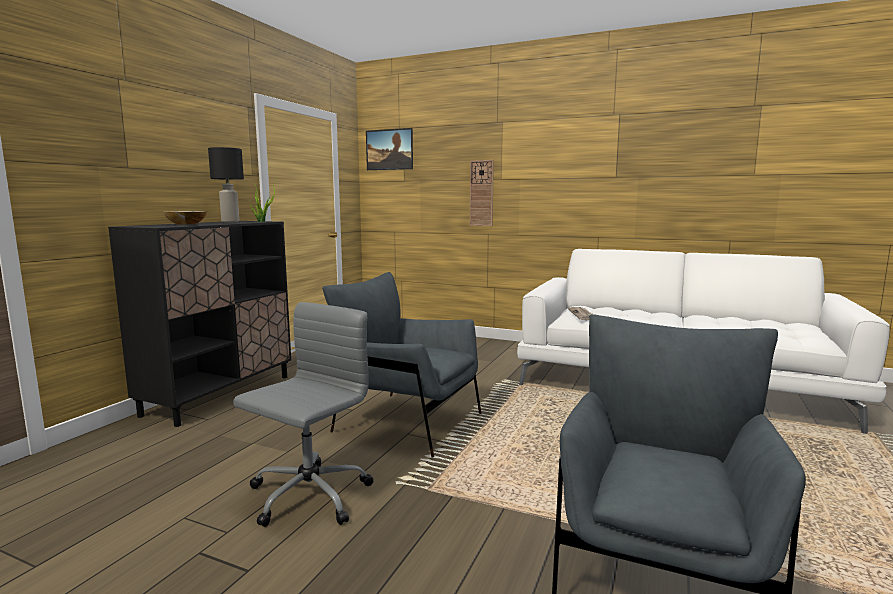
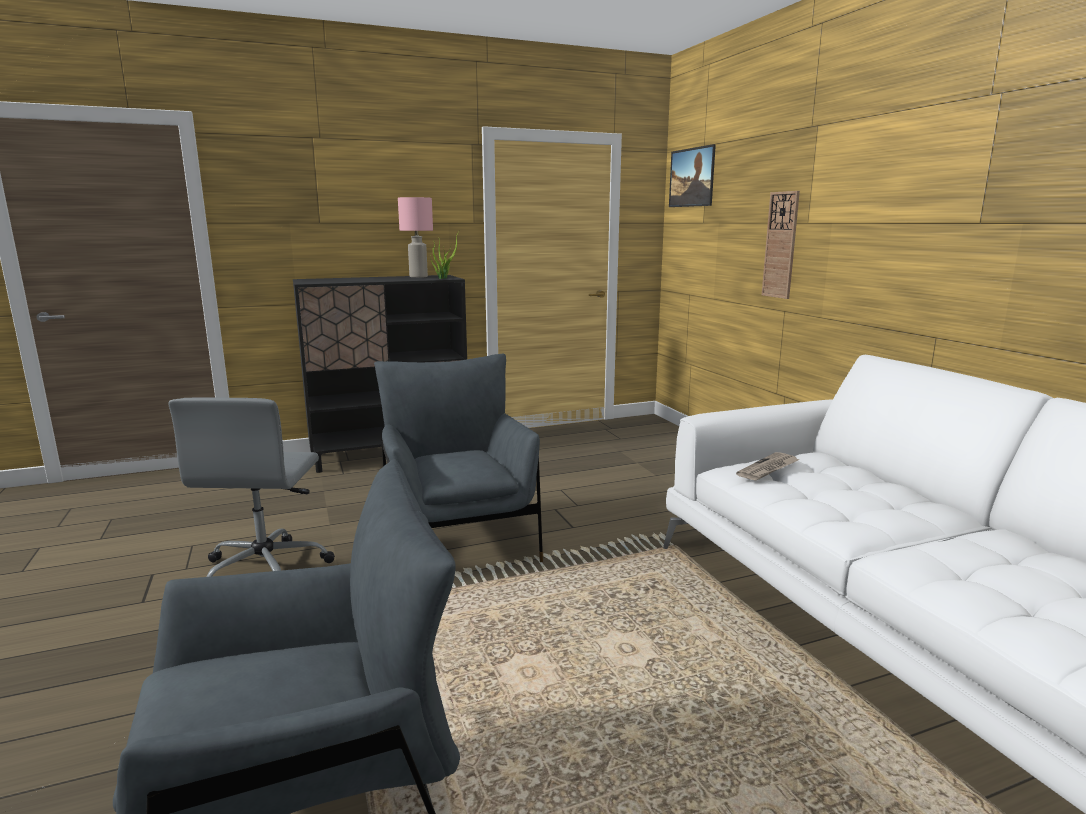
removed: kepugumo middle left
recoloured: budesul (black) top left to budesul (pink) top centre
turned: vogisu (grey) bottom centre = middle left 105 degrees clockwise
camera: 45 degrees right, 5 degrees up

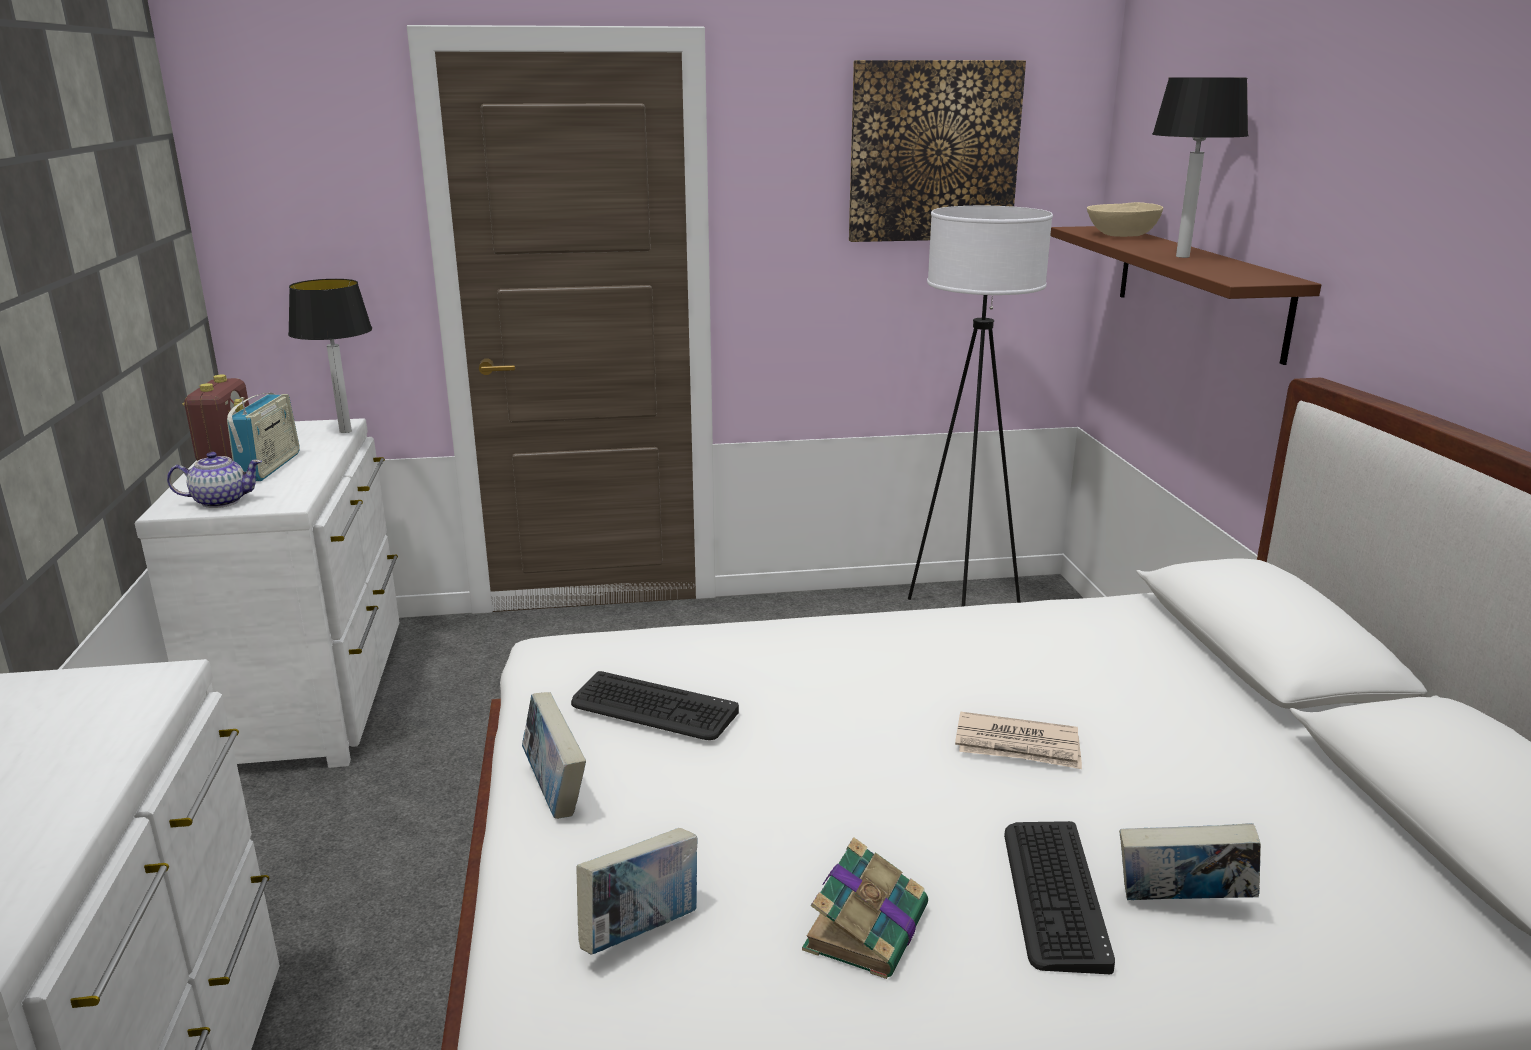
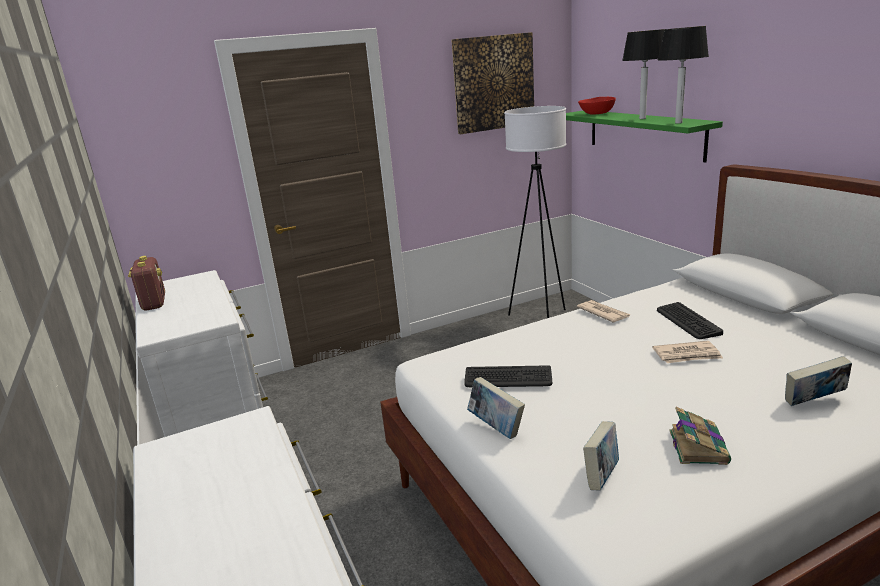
removed: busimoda (2nd from left) middle left; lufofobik middle left
added: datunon (1st from left) middle right
moved: budesul (1st from left in the first image) middle left to budesul (2nd from left) top right; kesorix (2nd from left) bottom right to middle right
recoloured: kepugumo (beige) top right to kepugumo (red) top right; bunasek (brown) top right to bunasek (green) top right
camera: 15 degrees left, 0 degrees up

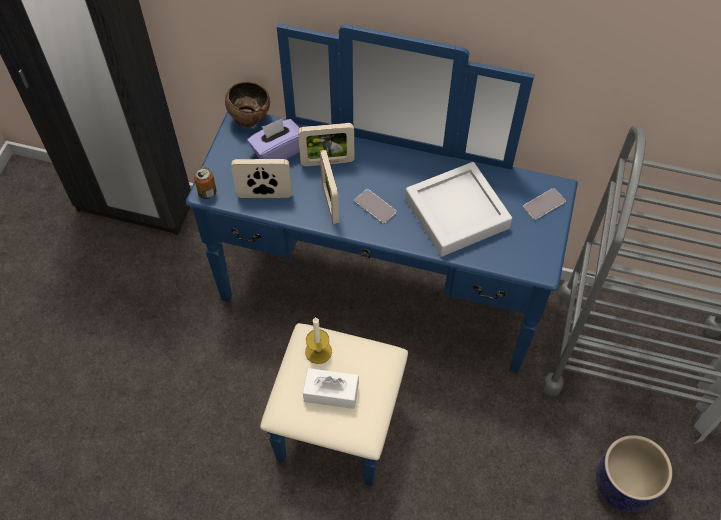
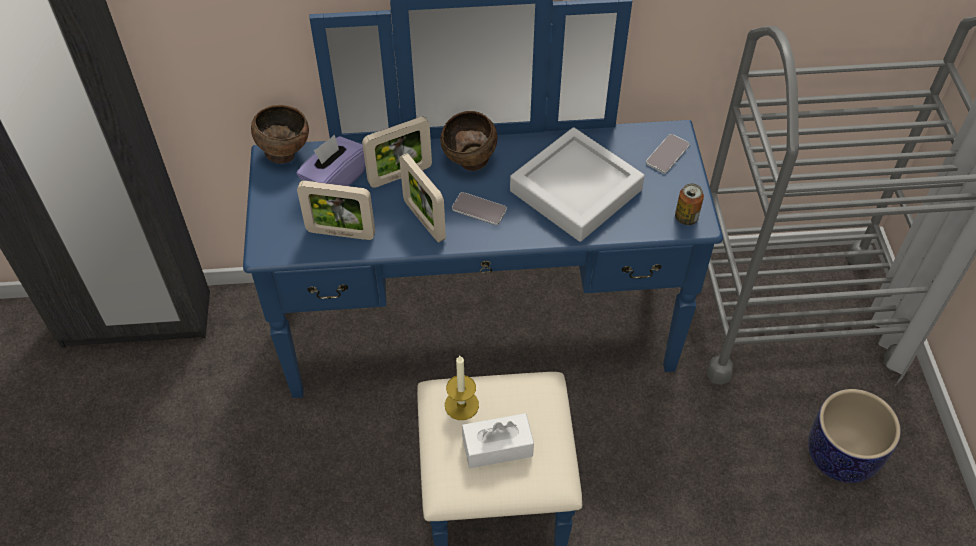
added: kepugumo (brown) (2nd from left) top centre
moved: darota middle left to middle right
turned: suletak (1st from left) centre = centre 150 degrees counterclockwise
camera: 20 degrees left, 5 degrees down

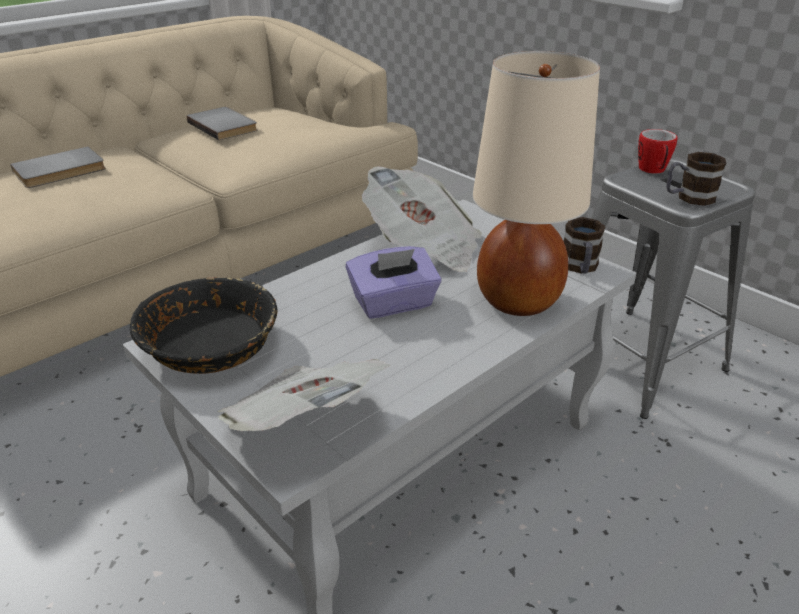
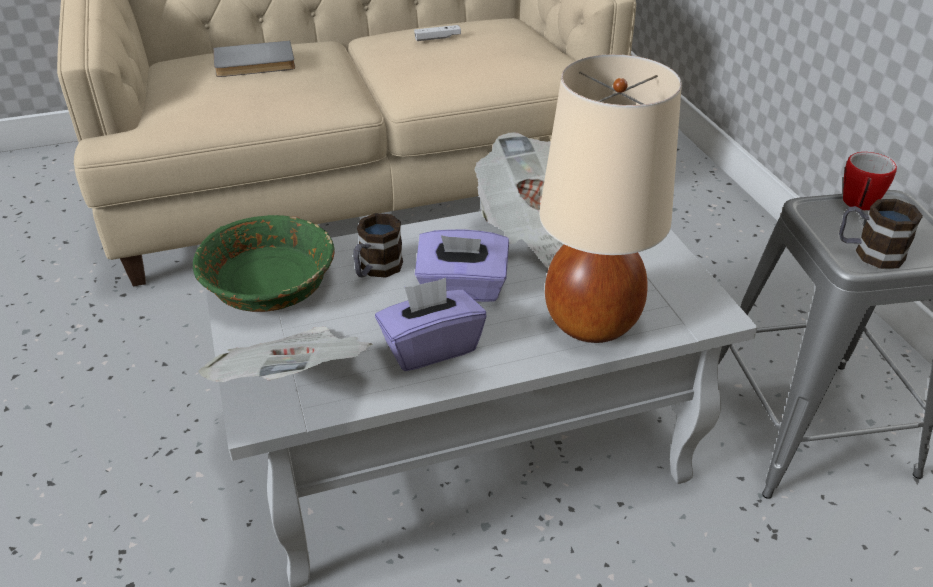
added: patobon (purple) (1st from left) centre
moved: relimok (1st from left) middle right to centre
replaced: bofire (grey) (2nd from left) top left to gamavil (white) top centre
recoloured: kepugumo (black) middle left to kepugumo (green) middle left
camera: 25 degrees right, 5 degrees up

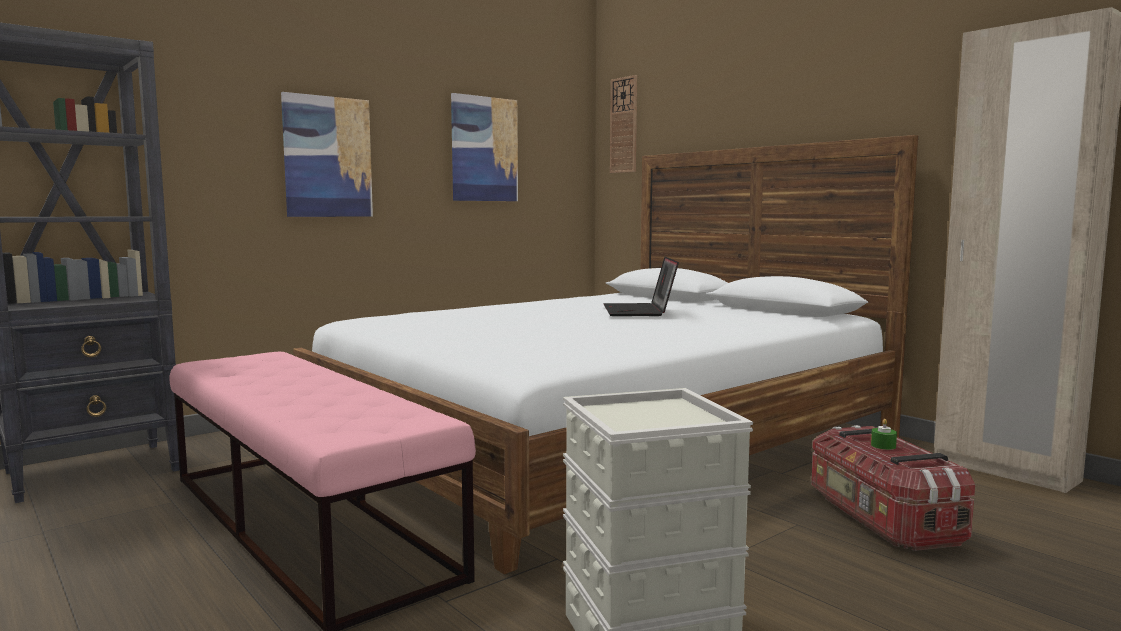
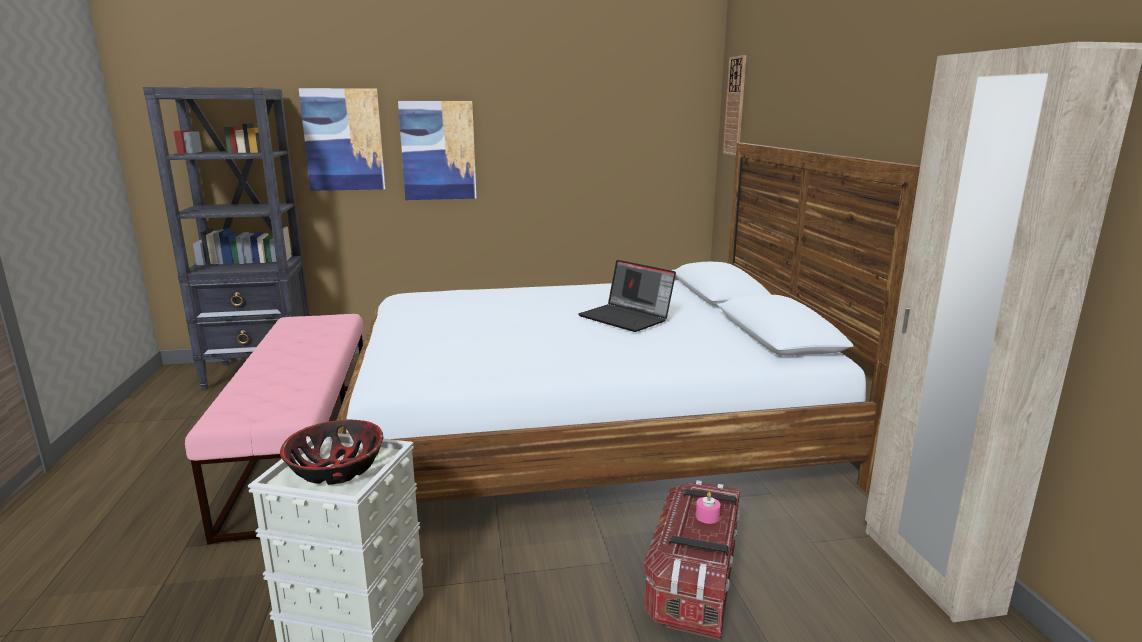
added: kepugumo bottom left
moved: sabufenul (2nd from left in the first image) top centre to sabufenul (1st from left) top left
recoloured: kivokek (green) bottom right to kivokek (pink) bottom centre
turned: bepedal centre = centre 75 degrees counterclockwise
camera: 30 degrees right, 10 degrees up

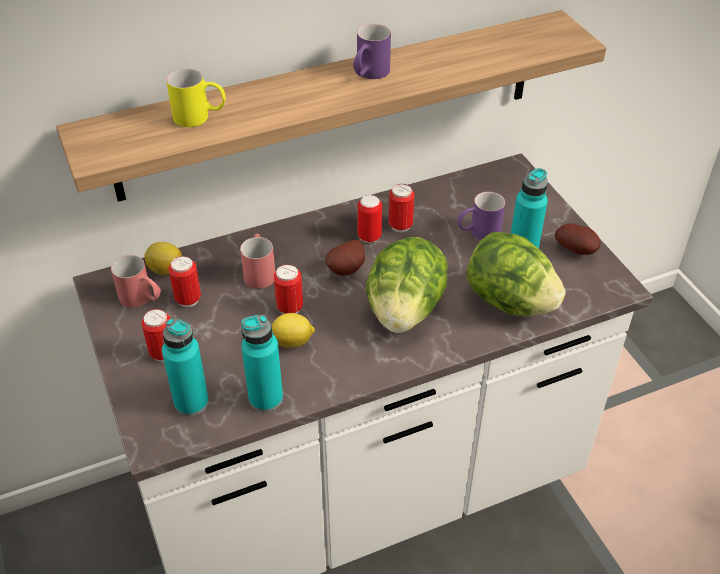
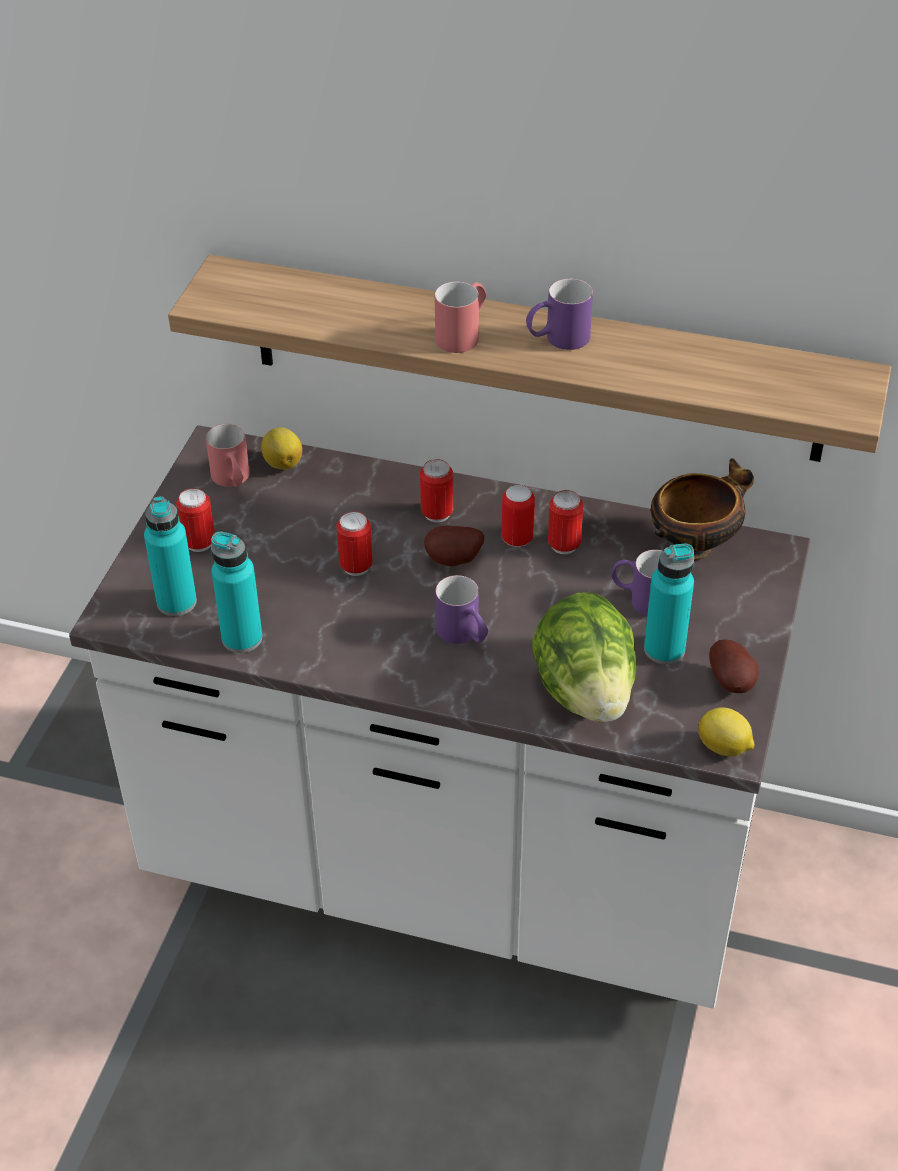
removed: relimok (yellow) top left
added: kepugumo middle right
moved: relimok (red) (2nd from left) centre to top centre; darota (2nd from left in the first image) middle left to darota (3rd from left) centre; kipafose (2nd from left) centre to middle right
replaced: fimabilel (1st from left) centre to relimok (purple) (1st from left) centre
camera: 40 degrees right, 0 degrees up

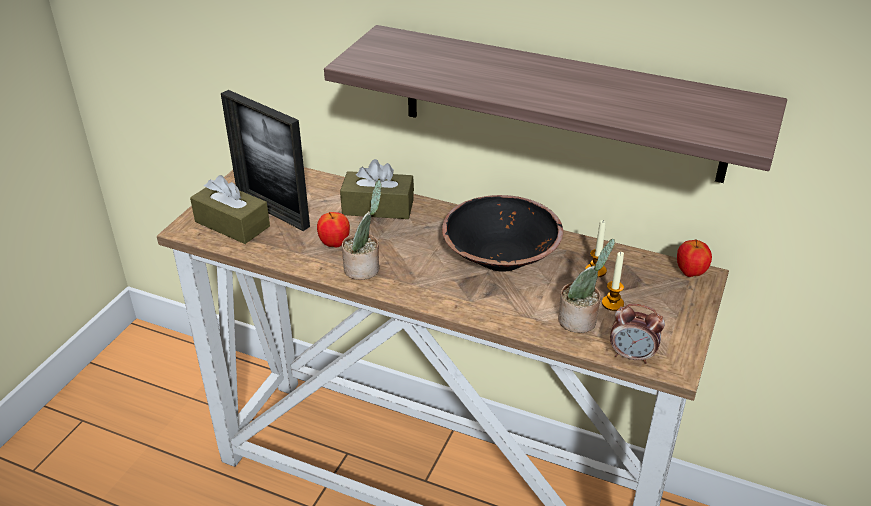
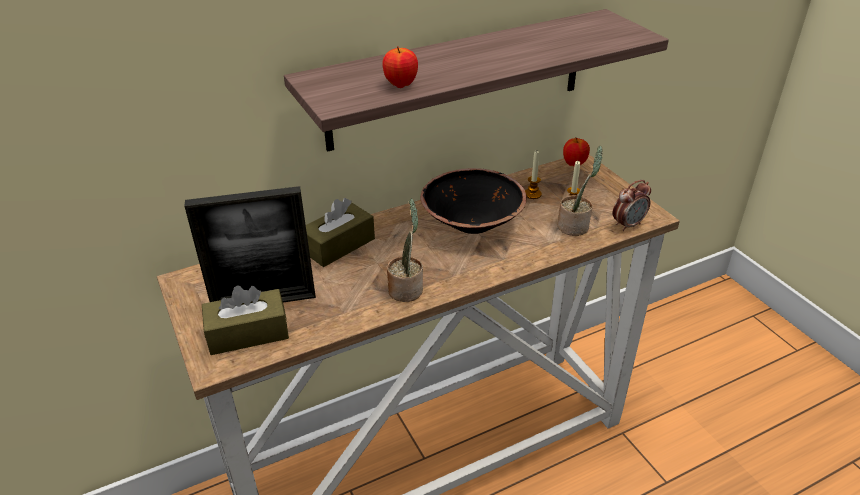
moved: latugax (1st from left) centre to top centre
camera: 50 degrees left, 0 degrees up

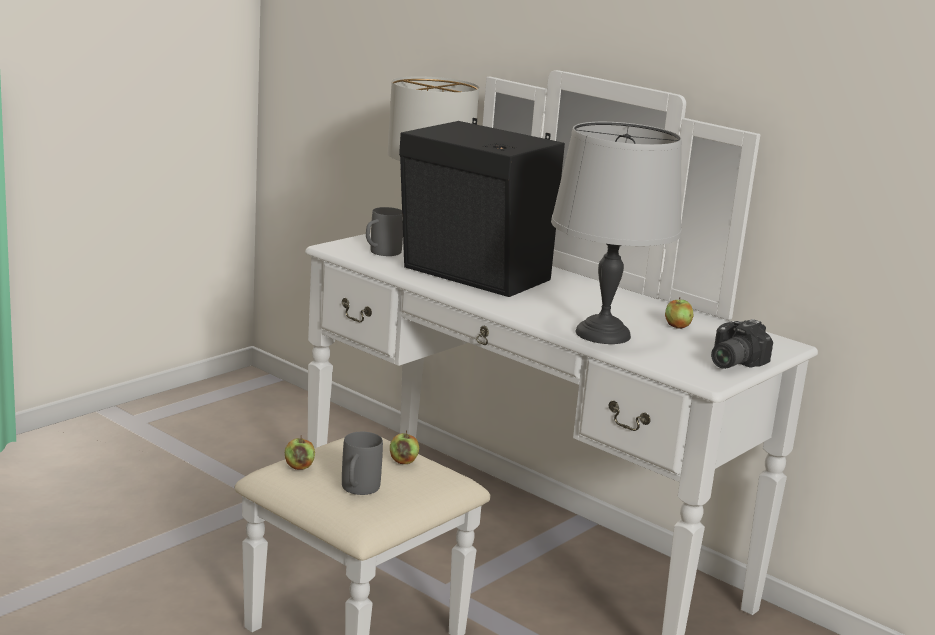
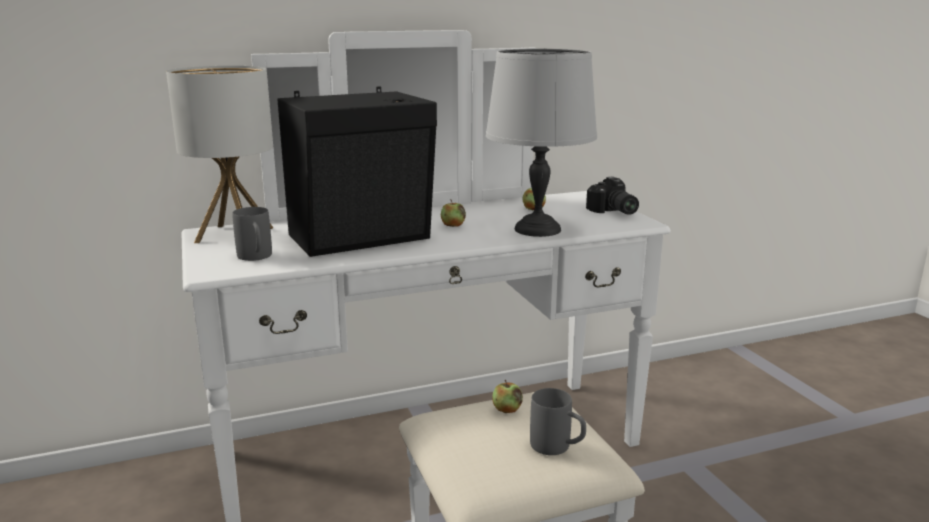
moved: latugax (1st from left) bottom left to centre
camera: 60 degrees left, 0 degrees up

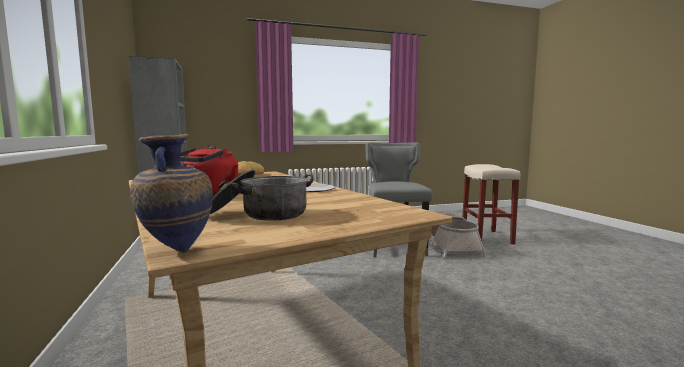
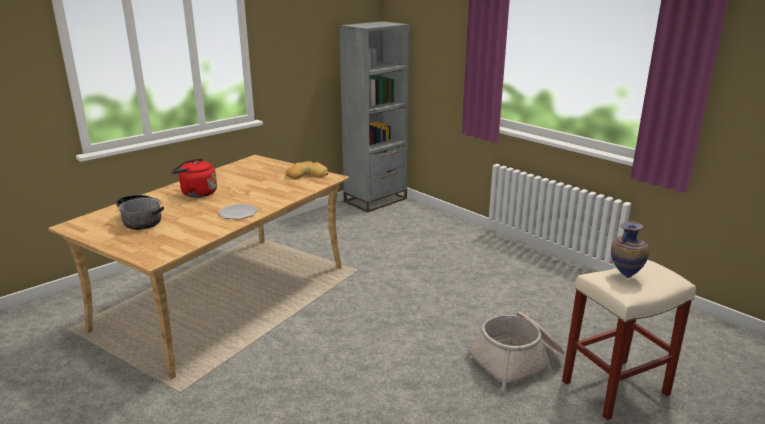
removed: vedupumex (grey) centre
moved: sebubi middle left to middle right
camera: 65 degrees right, 15 degrees up

